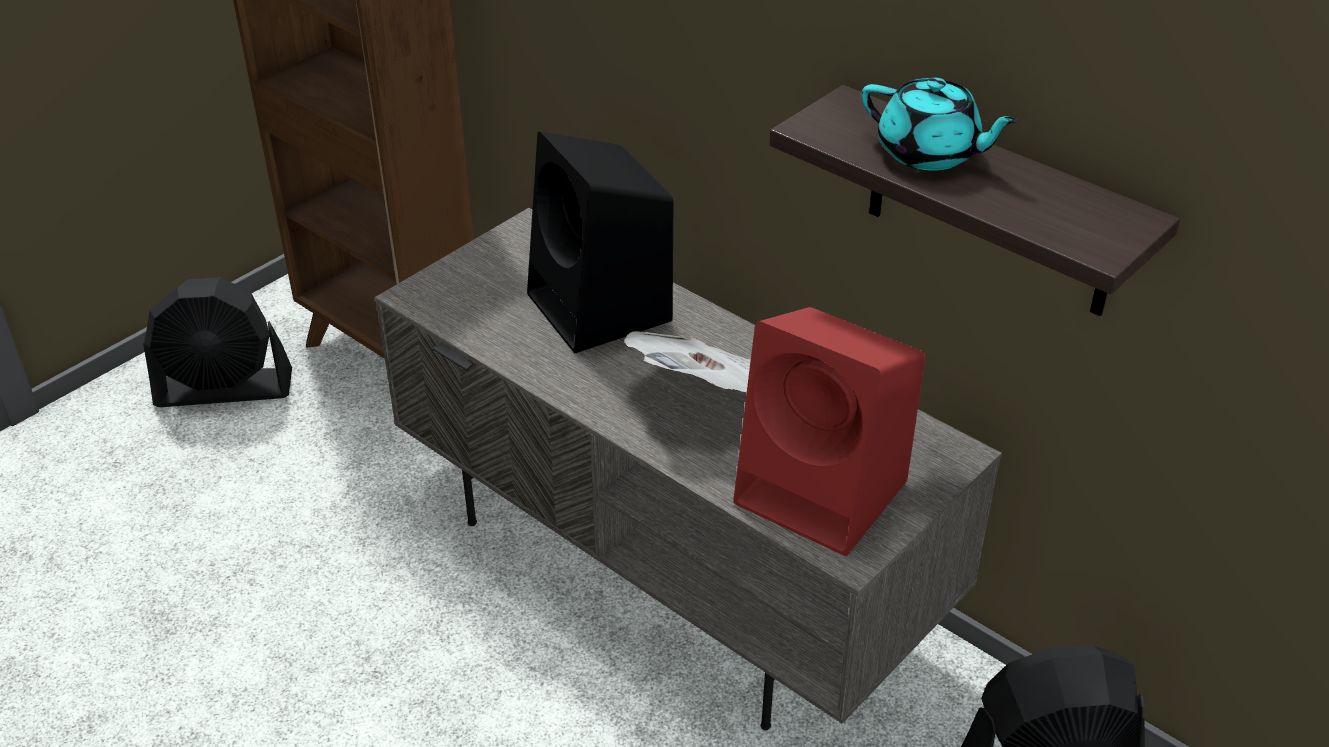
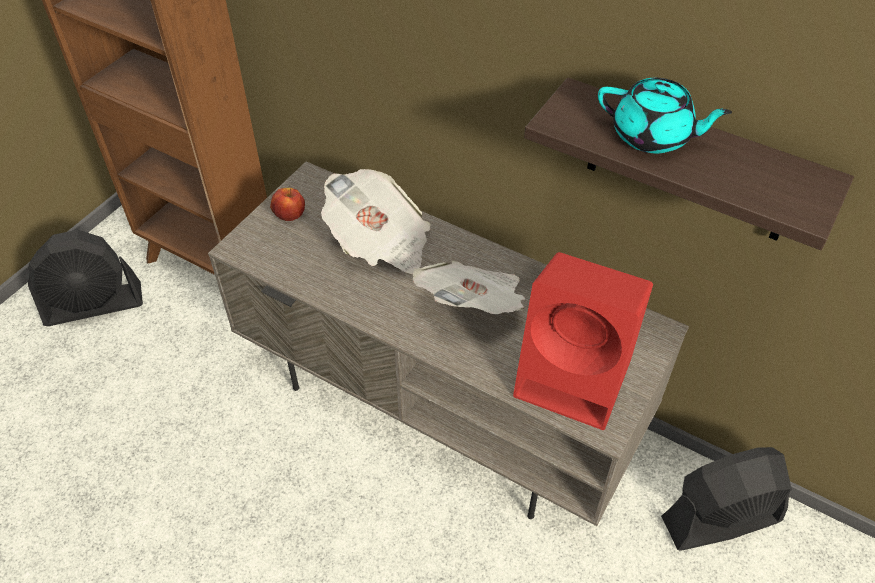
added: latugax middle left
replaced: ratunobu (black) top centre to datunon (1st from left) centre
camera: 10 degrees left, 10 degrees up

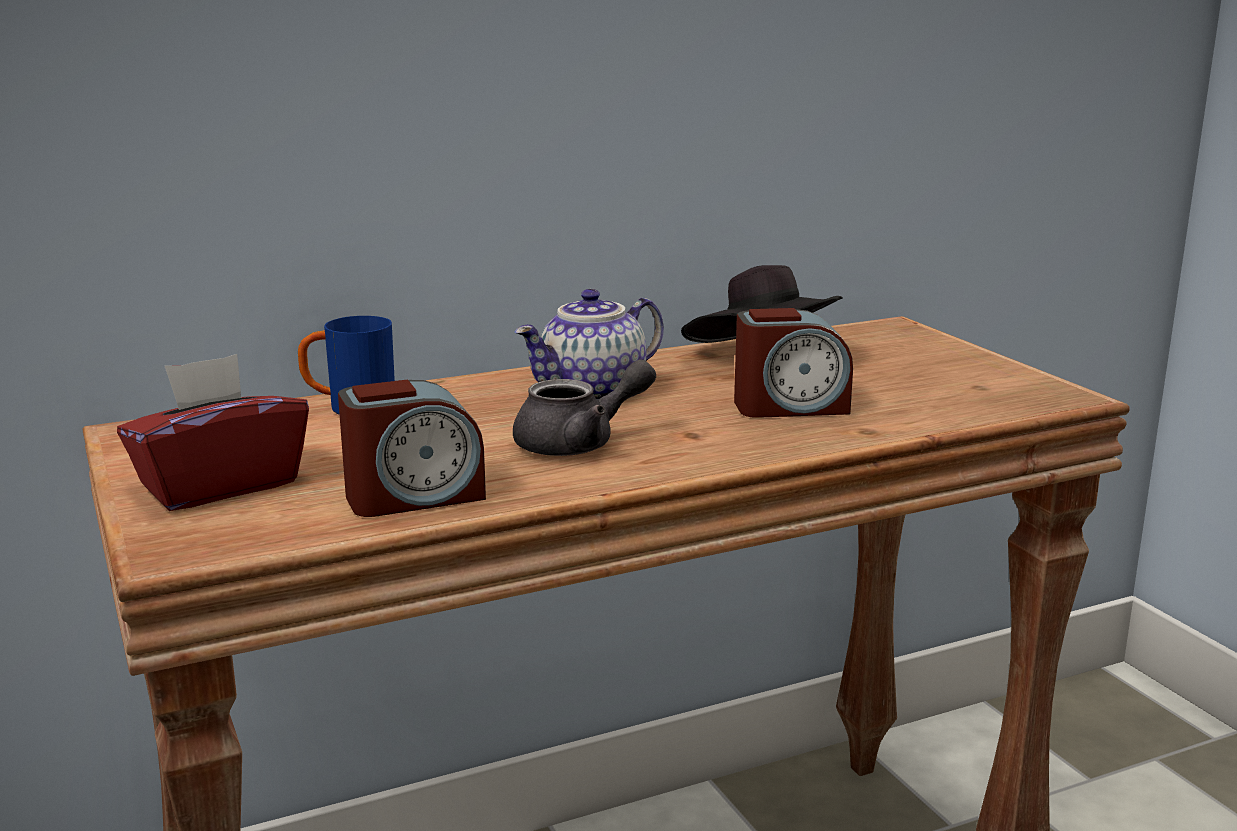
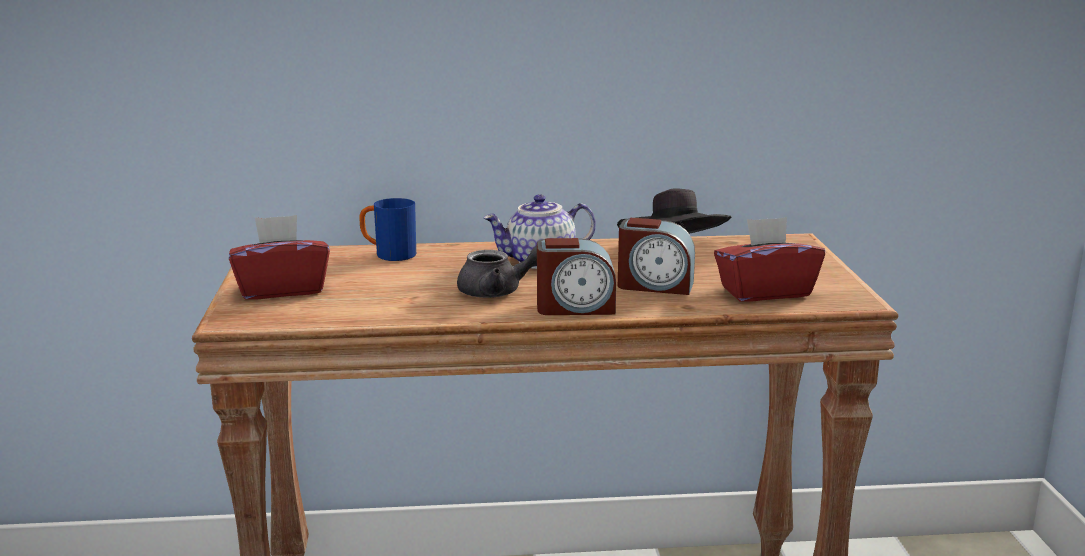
added: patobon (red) (2nd from left) middle right
moved: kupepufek (1st from left) middle left to centre
camera: 20 degrees right, 0 degrees up

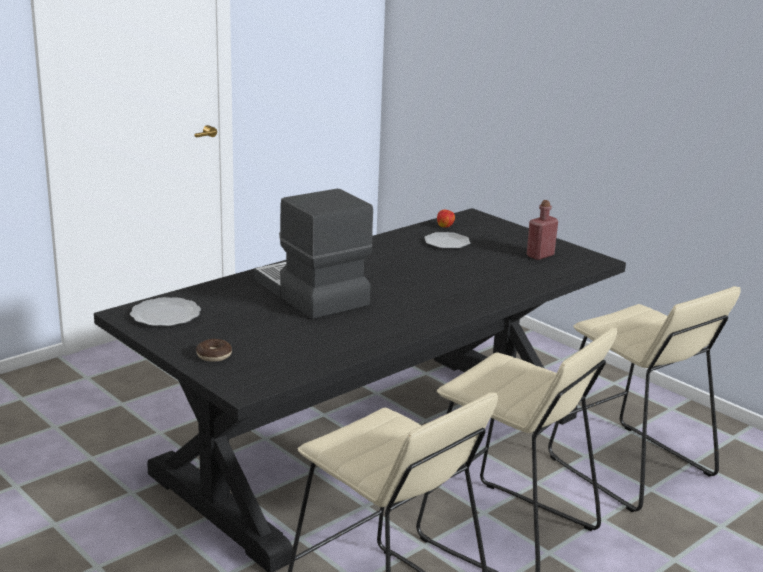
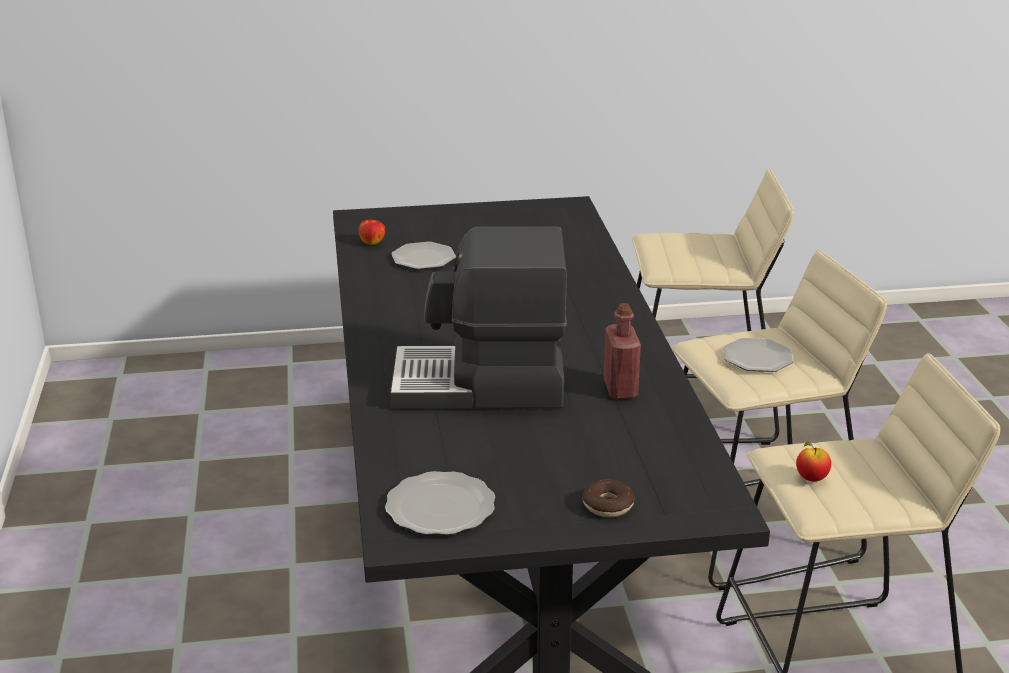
added: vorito (3rd from left) middle right; latugax (2nd from left) bottom right
moved: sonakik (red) middle right to centre
camera: 55 degrees left, 5 degrees up

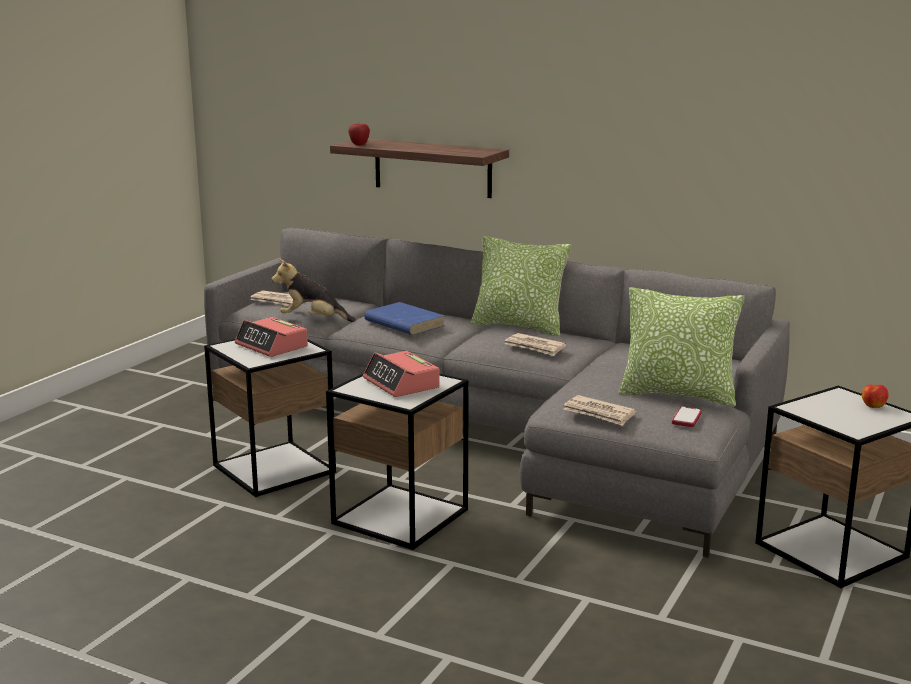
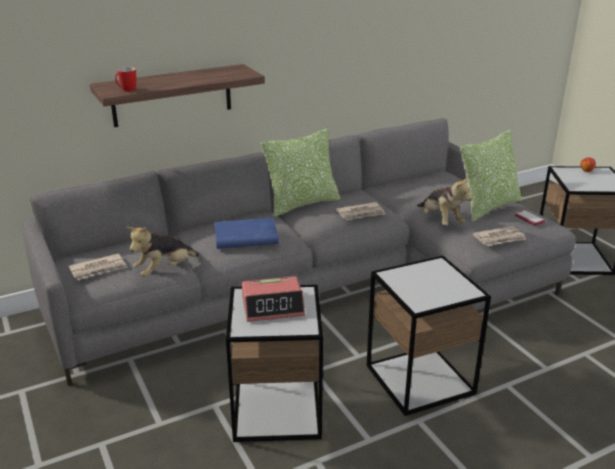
removed: kupepufek (2nd from left) centre
added: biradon (2nd from left) middle right
replaced: latugax (1st from left) top centre to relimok top left
camera: 55 degrees left, 10 degrees up

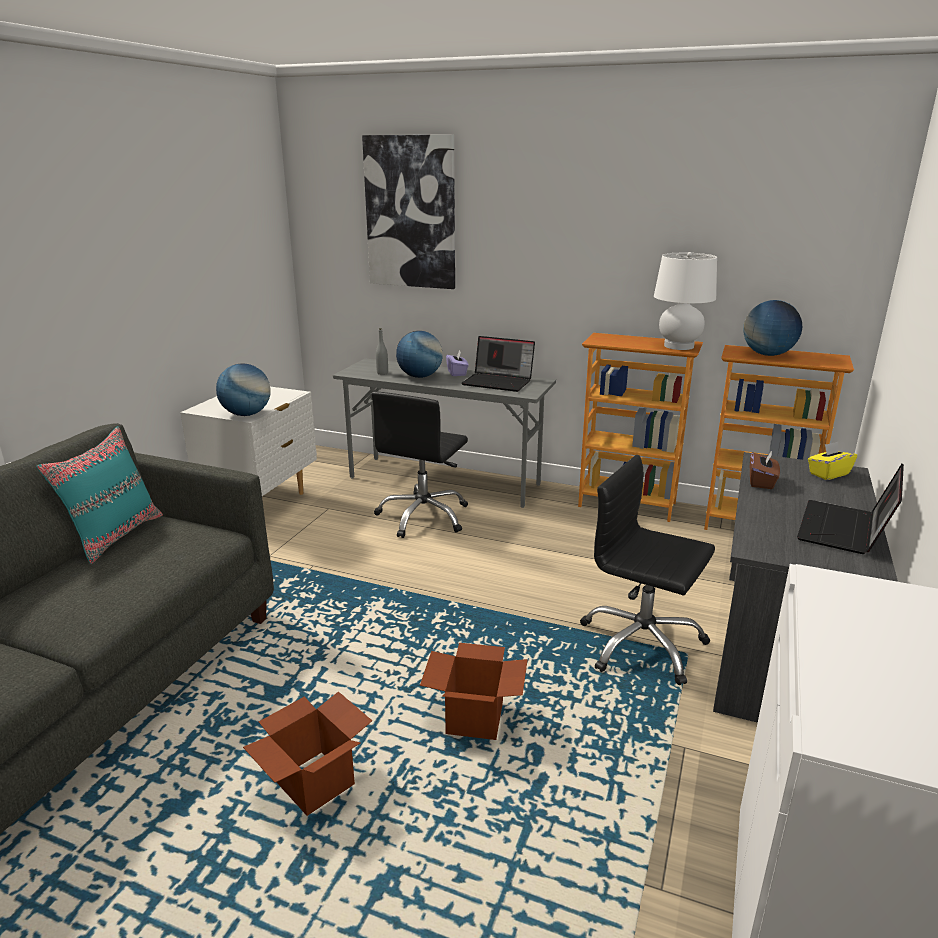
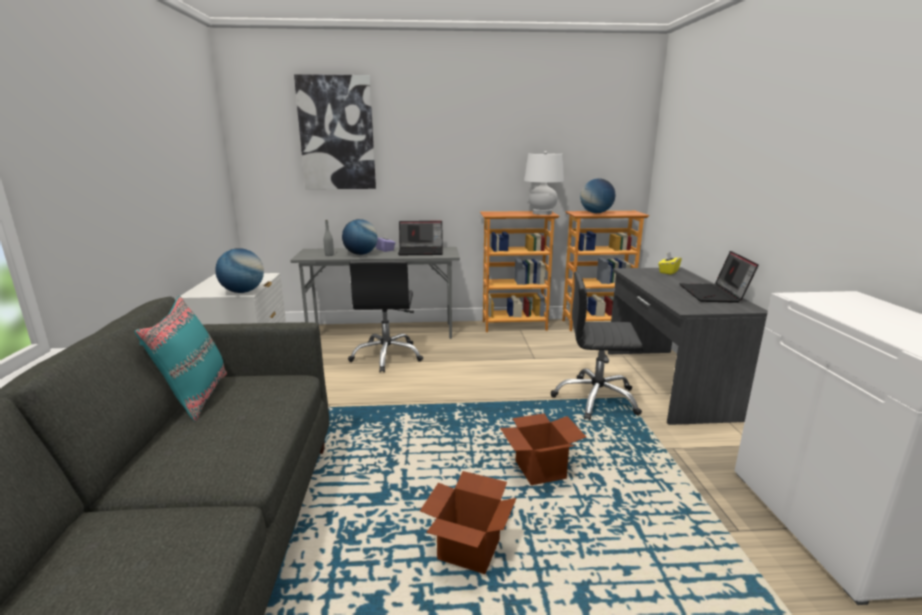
removed: patobon (brown) middle right
camera: 25 degrees left, 5 degrees down

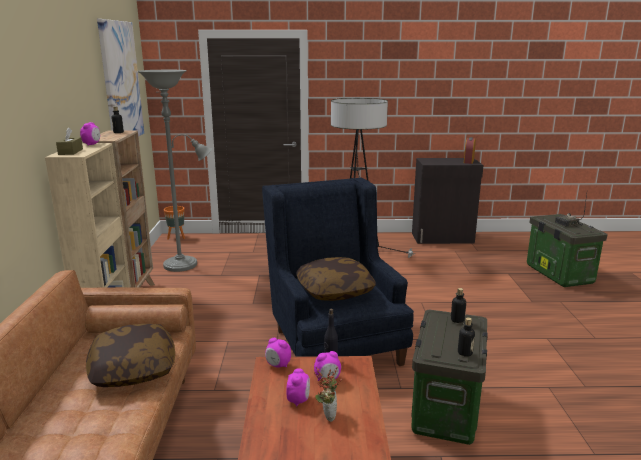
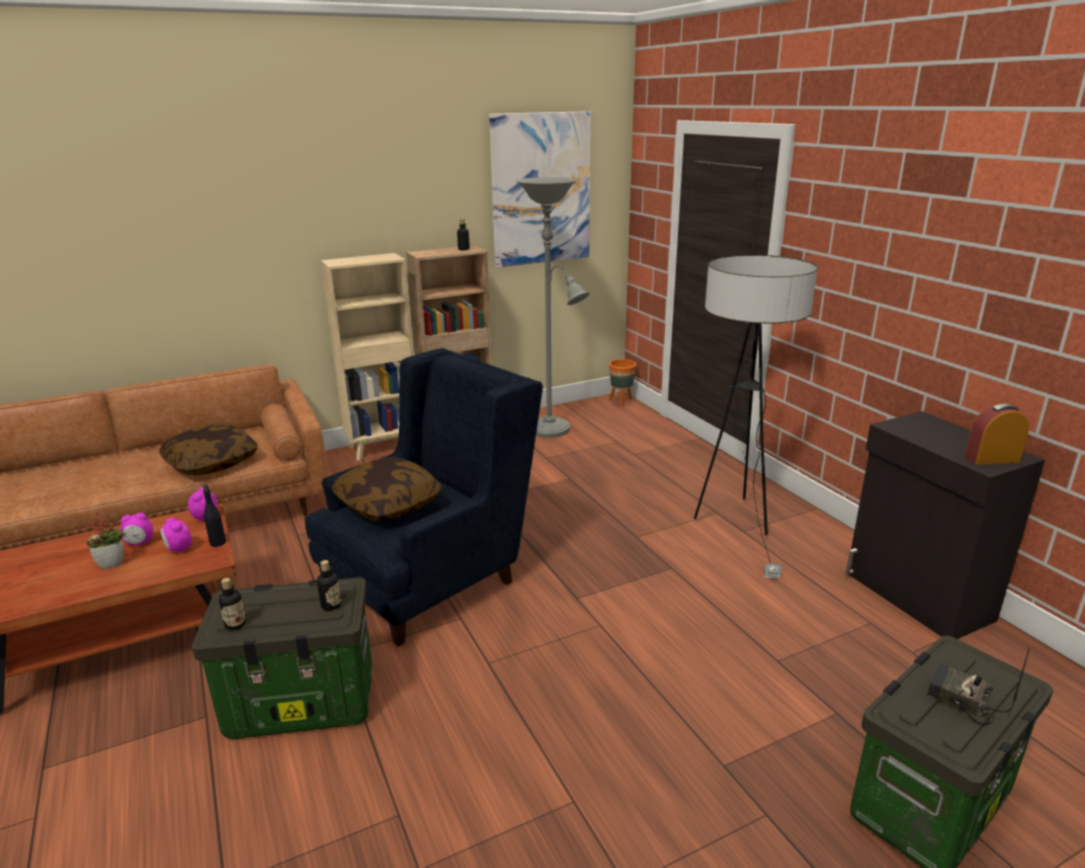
removed: kupepufek (1st from left) top left; patobon (brown) top left
camera: 65 degrees right, 5 degrees up

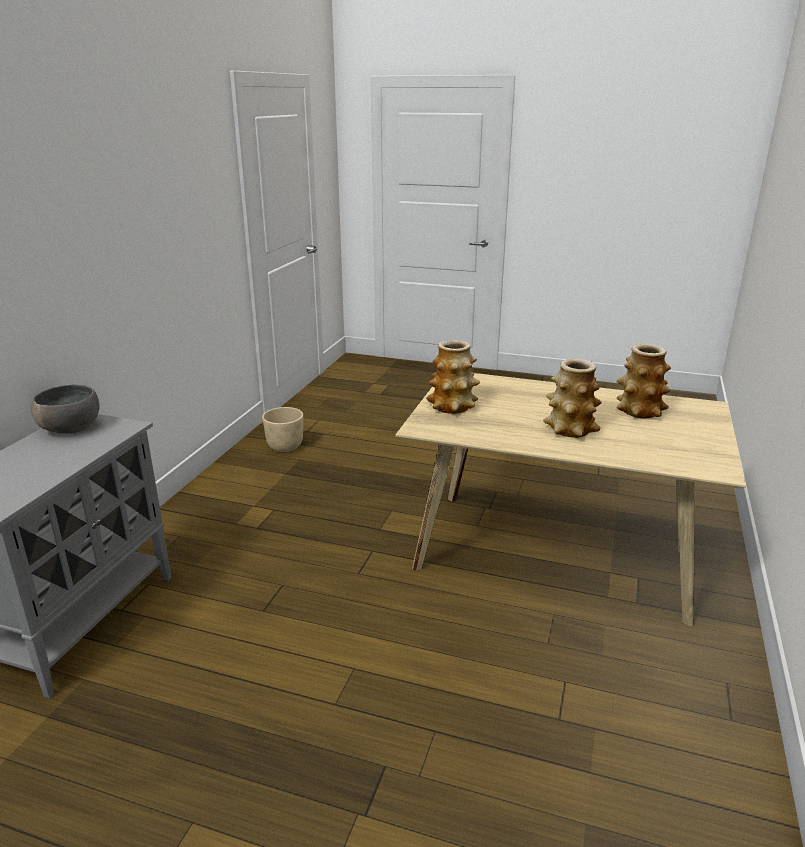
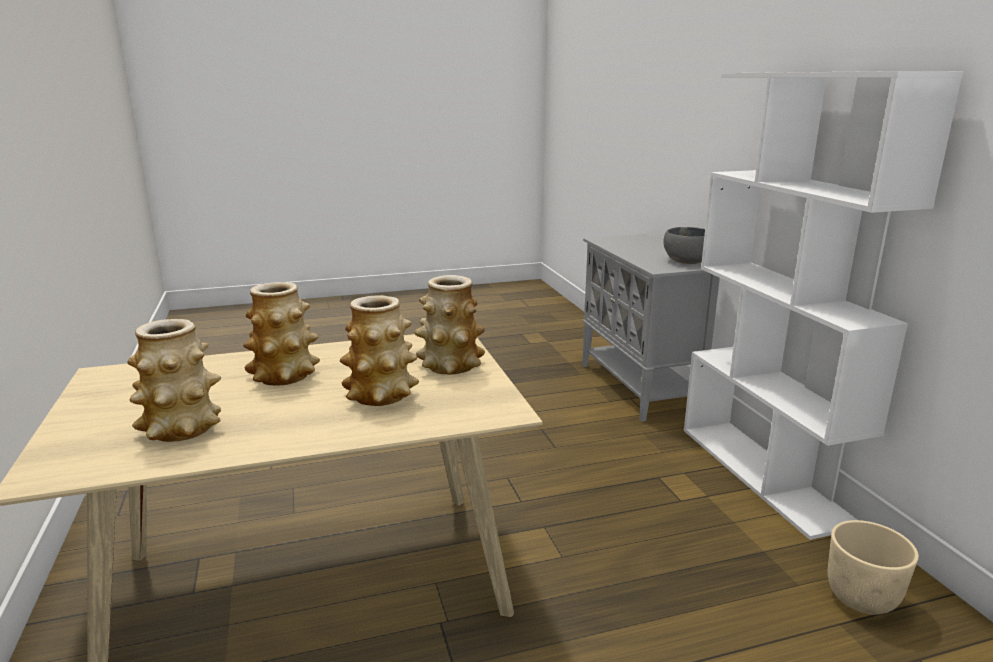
added: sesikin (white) middle right; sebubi (3rd from left) centre
camera: 145 degrees right, 5 degrees down

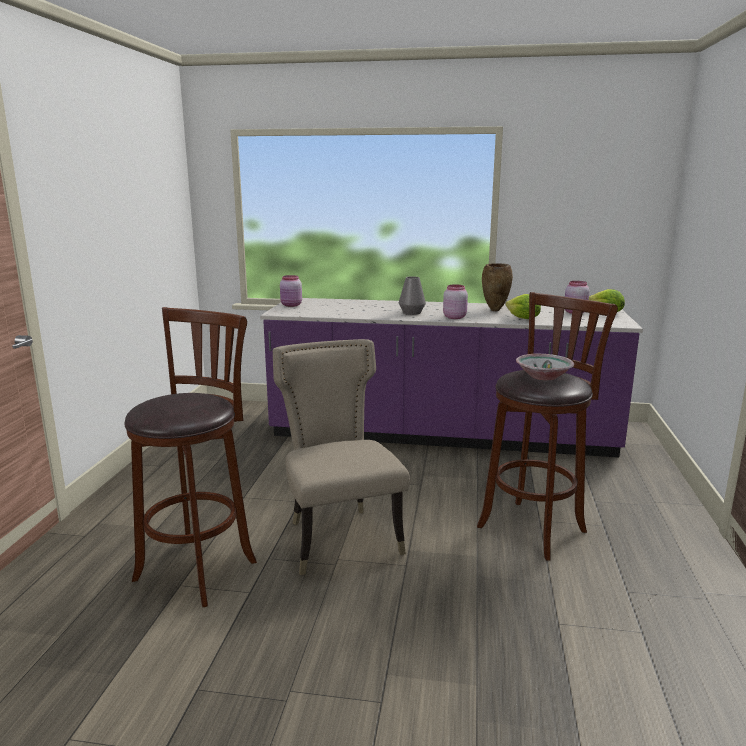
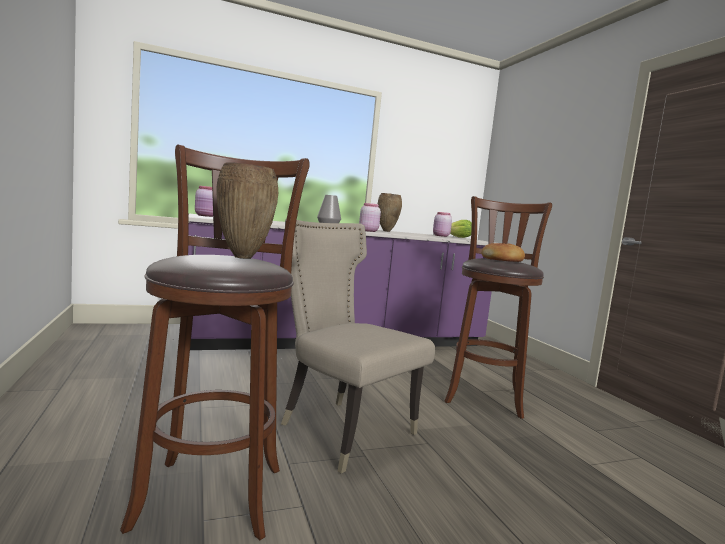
removed: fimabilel (1st from left) middle right
added: sebubi (brown) (1st from left) centre
replaced: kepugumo middle right to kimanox middle right
camera: 30 degrees left, 10 degrees down

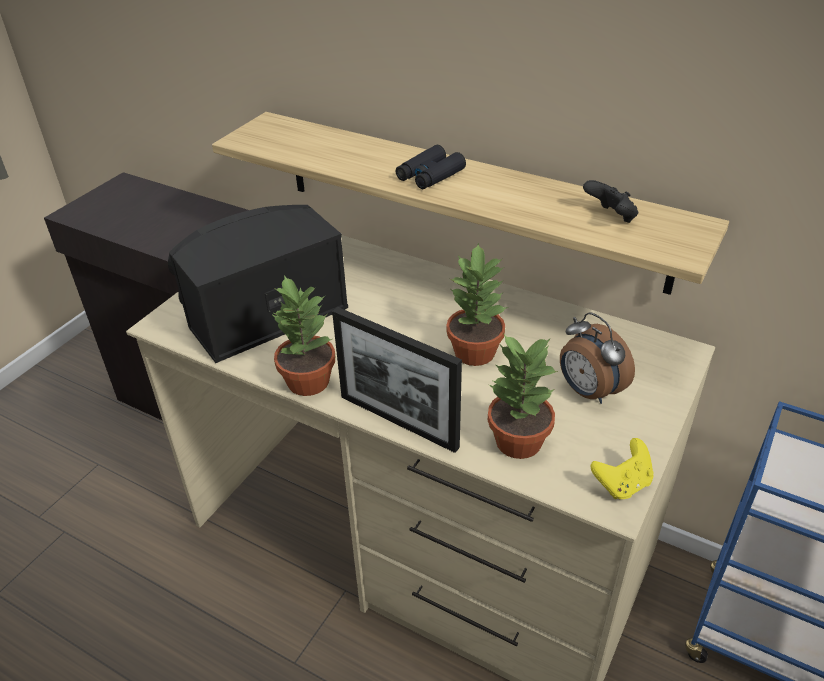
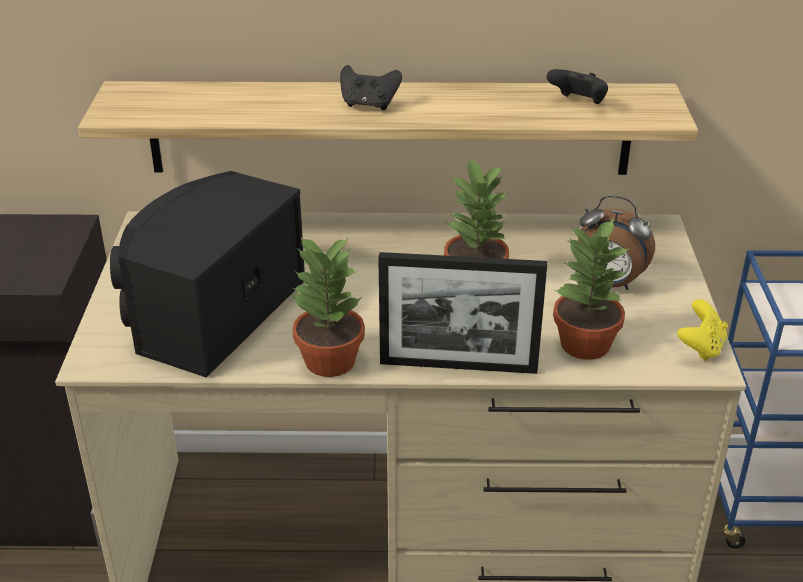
replaced: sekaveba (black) top centre to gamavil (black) (1st from left) top centre
camera: 30 degrees left, 5 degrees down

